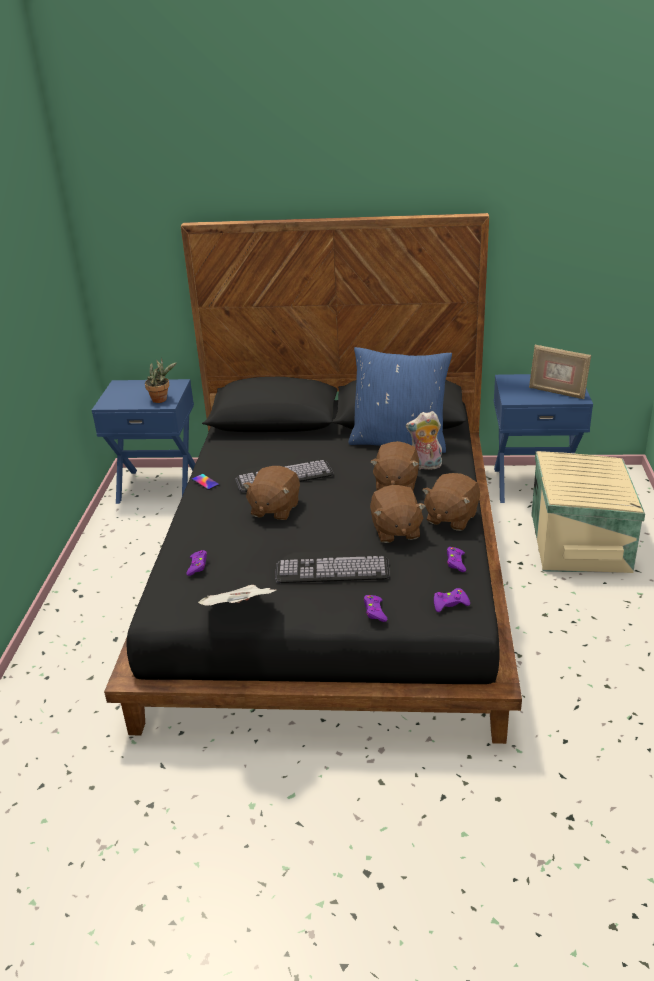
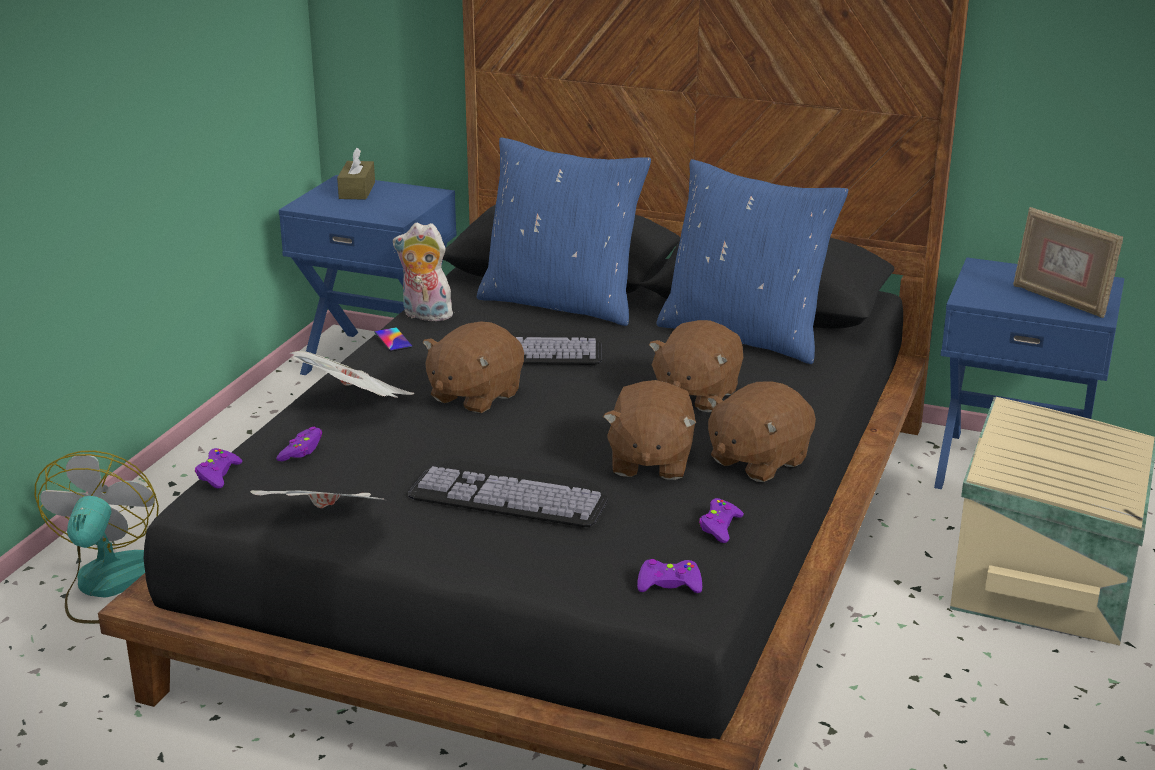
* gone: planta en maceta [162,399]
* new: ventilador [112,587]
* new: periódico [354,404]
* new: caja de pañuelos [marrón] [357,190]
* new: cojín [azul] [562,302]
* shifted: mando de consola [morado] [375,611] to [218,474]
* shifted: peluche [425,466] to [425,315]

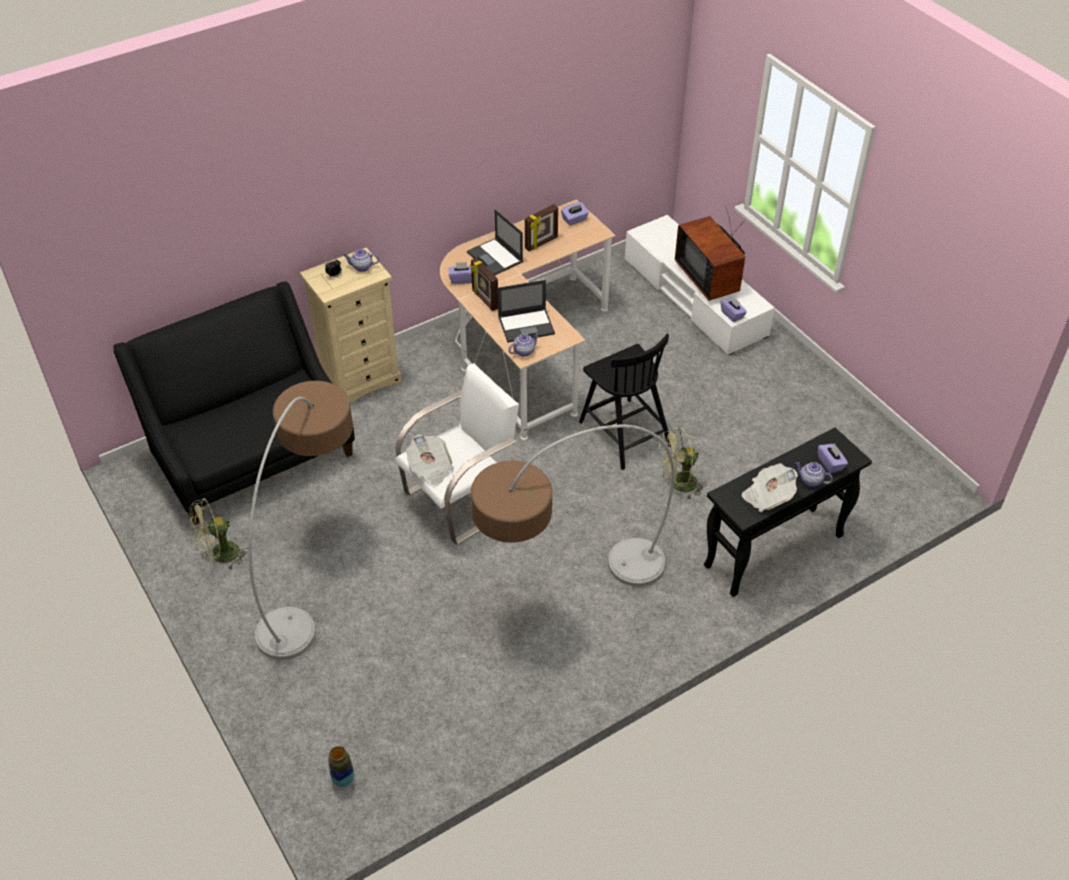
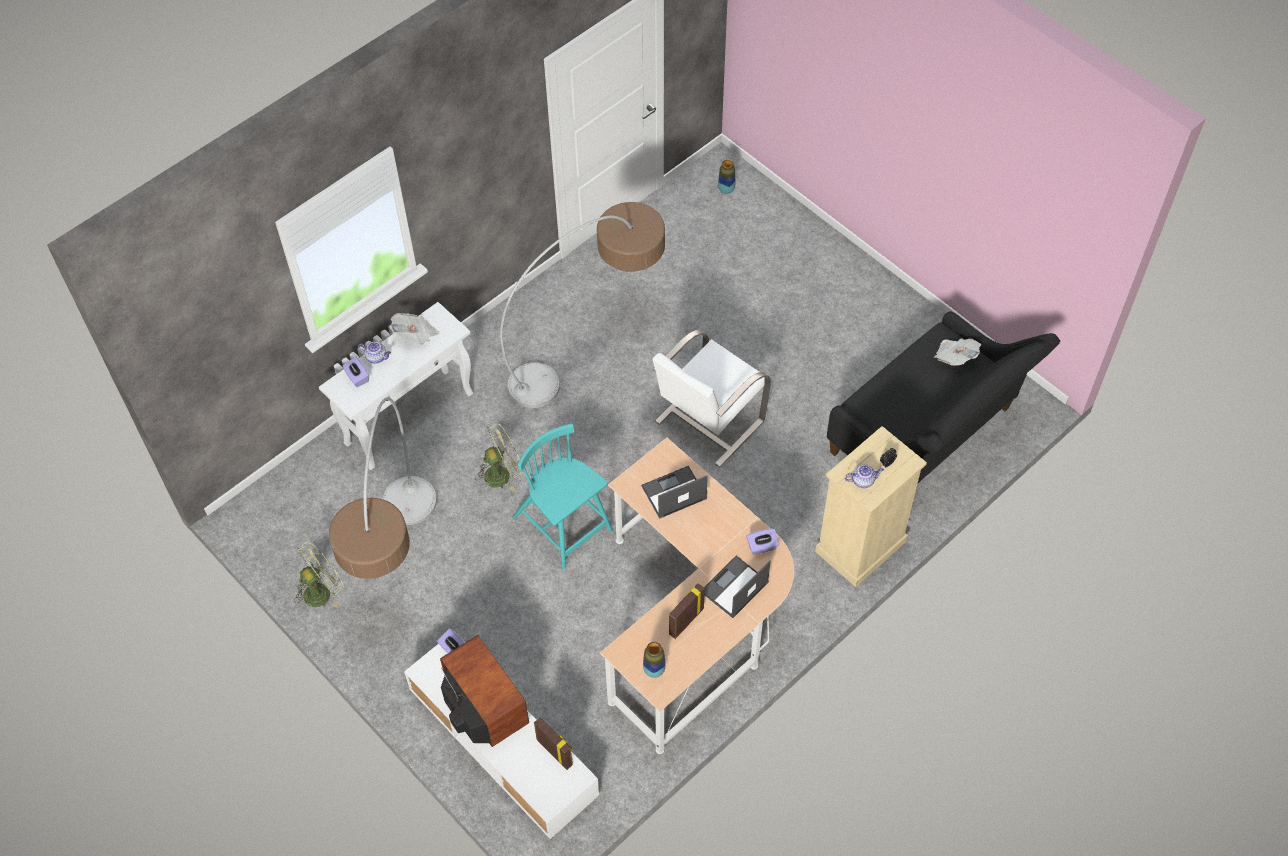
* gone: tetera [524,351]
* shifted: ventilador [verde] [219,556] to [322,590]
* shifted: lámpara de pie [314,570] to [400,568]
* shifted: periódico [430,468] to [955,357]
* shifted: portarretratos [484,300] to [555,752]
* swapped: caja de pañuelos [morado] [574,220] to florero [654,670]
* repainted: silla [negro] [624,433] to silla [turquesa] [563,525]
* repainted: mesa consola [negro] [773,552] to mesa consola [blanco] [410,418]
* rotated: portátil [495,257] = [734,588] 90 degrees counterclockwise

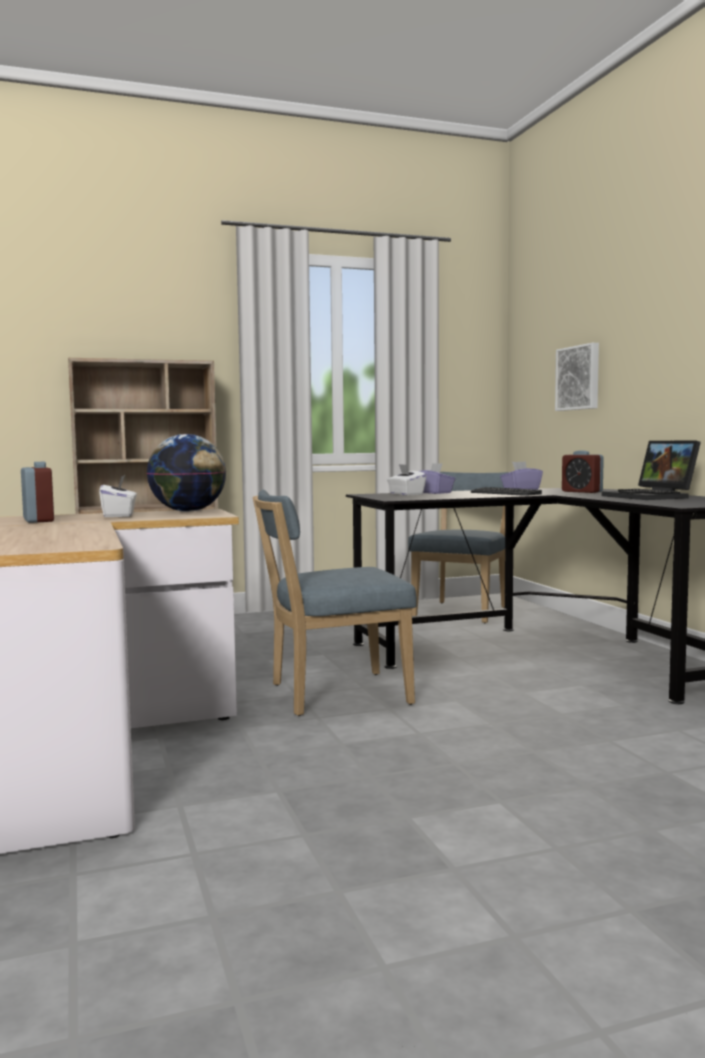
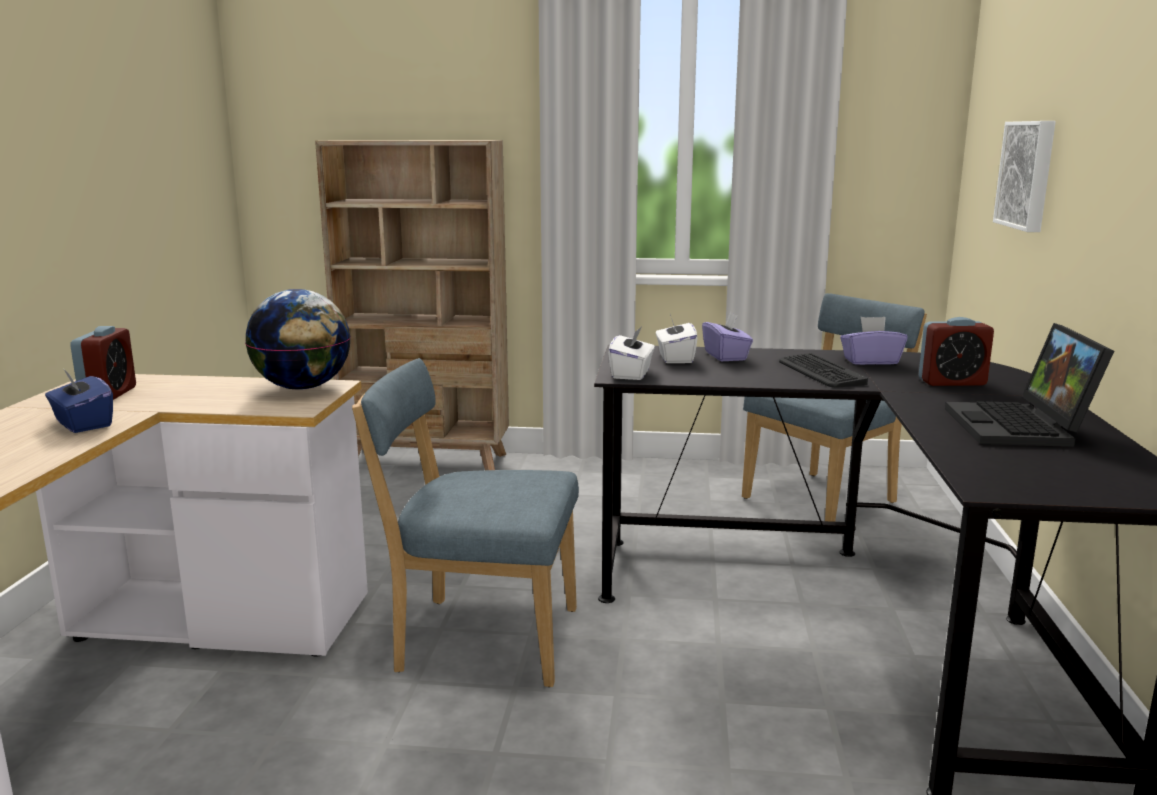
* new: caja de pañuelos [azul] [82,424]
* shifted: caja de pañuelos [blanco] [119,515] to [631,374]
* rotated: despertador [582,491] = [952,382] 75 degrees counterclockwise

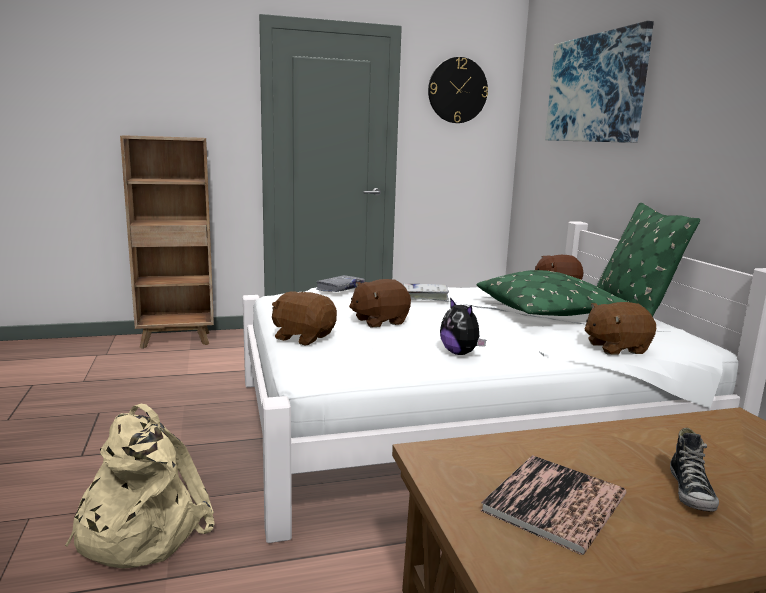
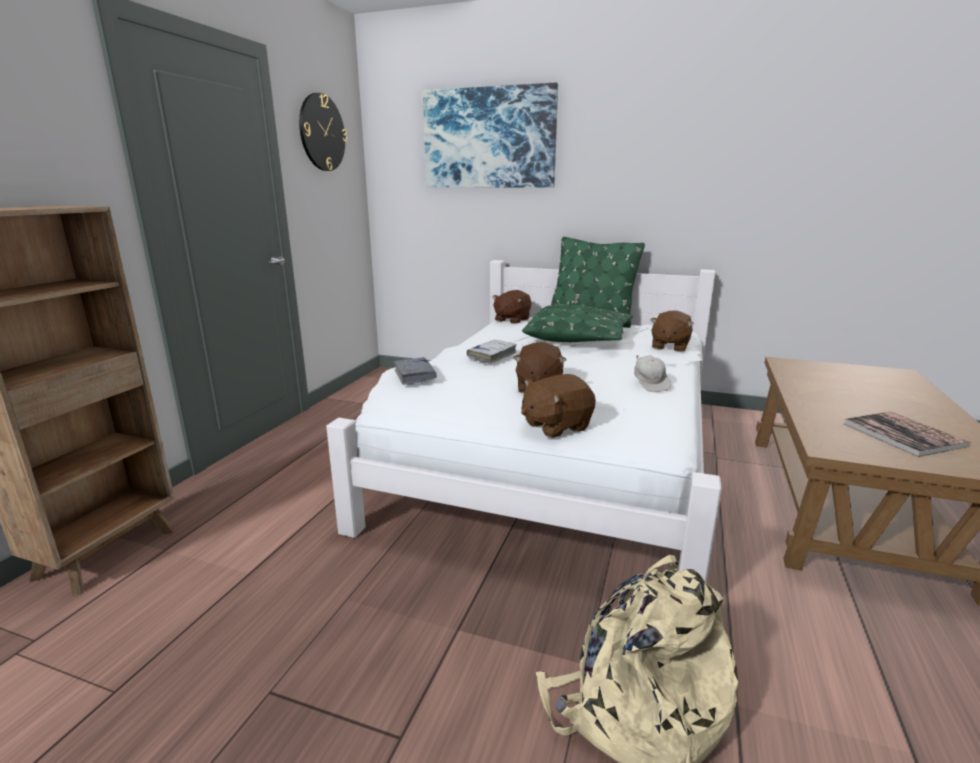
* gone: zapato [691,492]
* swapped: peluche [460,353] to gorra [blanco] [650,384]

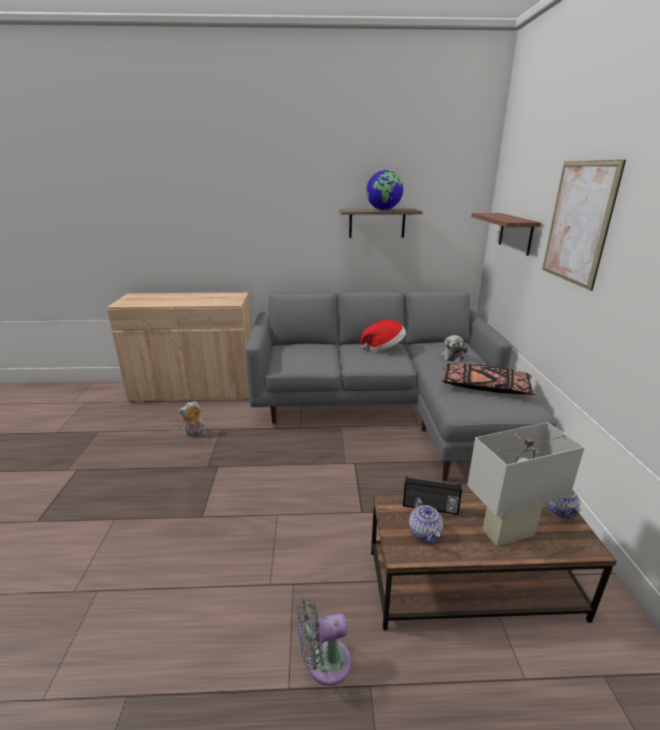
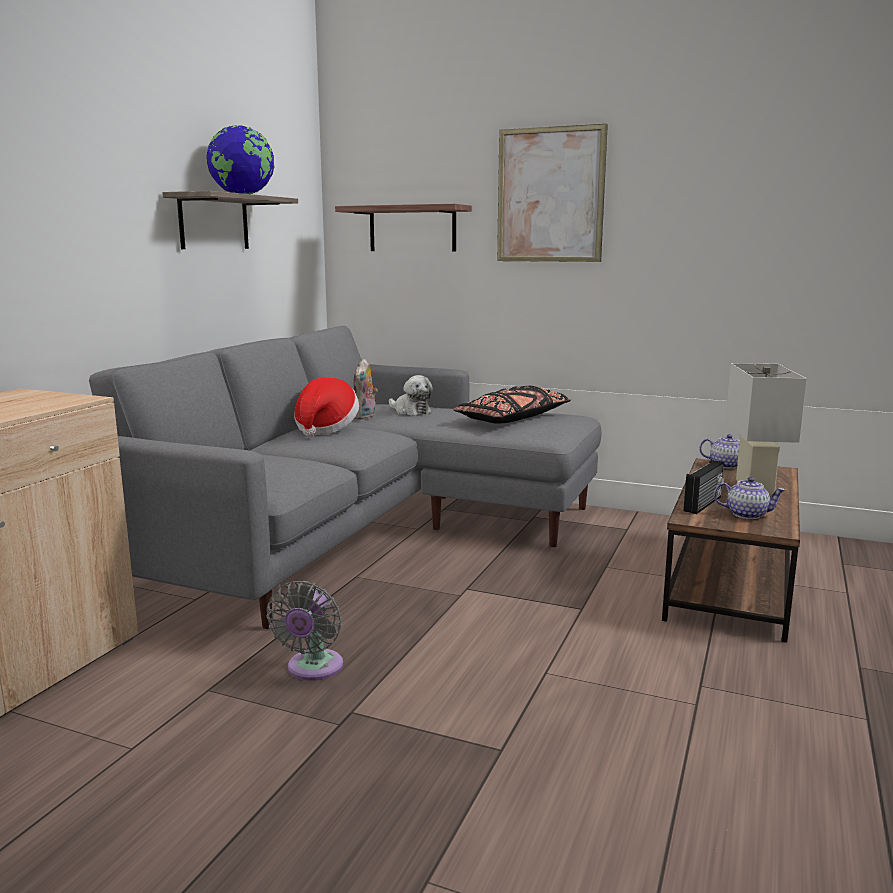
* shifted: peluche [195,435] to [365,417]
* shifted: ventilador [gris] [323,663] to [313,669]

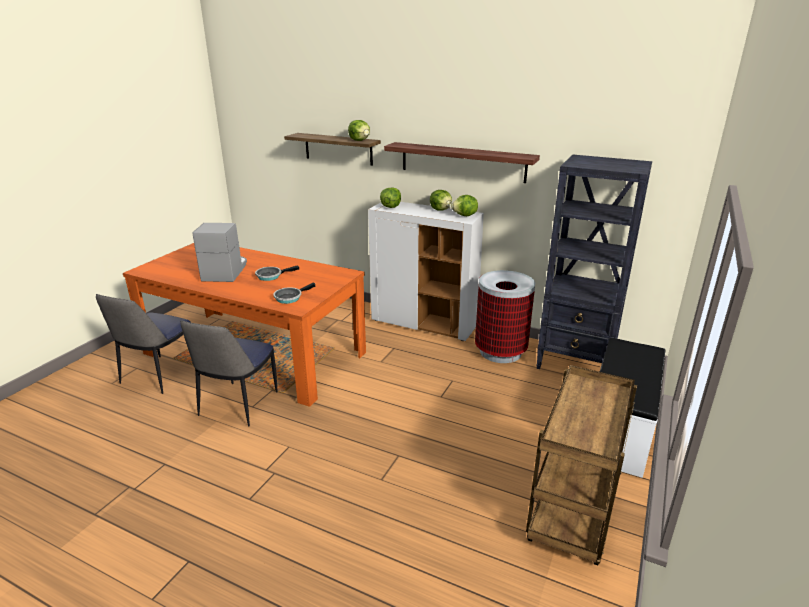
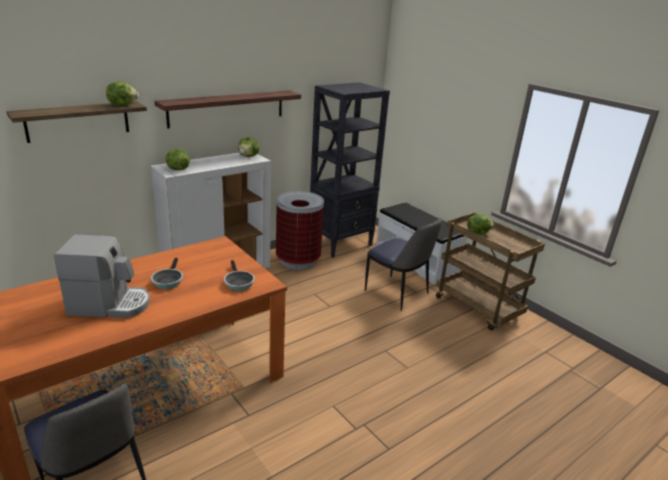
* shifted: silla [237,405] to [397,293]
* shifted: lechuga [441,210] to [477,233]
* rotated: cafetera [225,271] = [110,304] 150 degrees clockwise

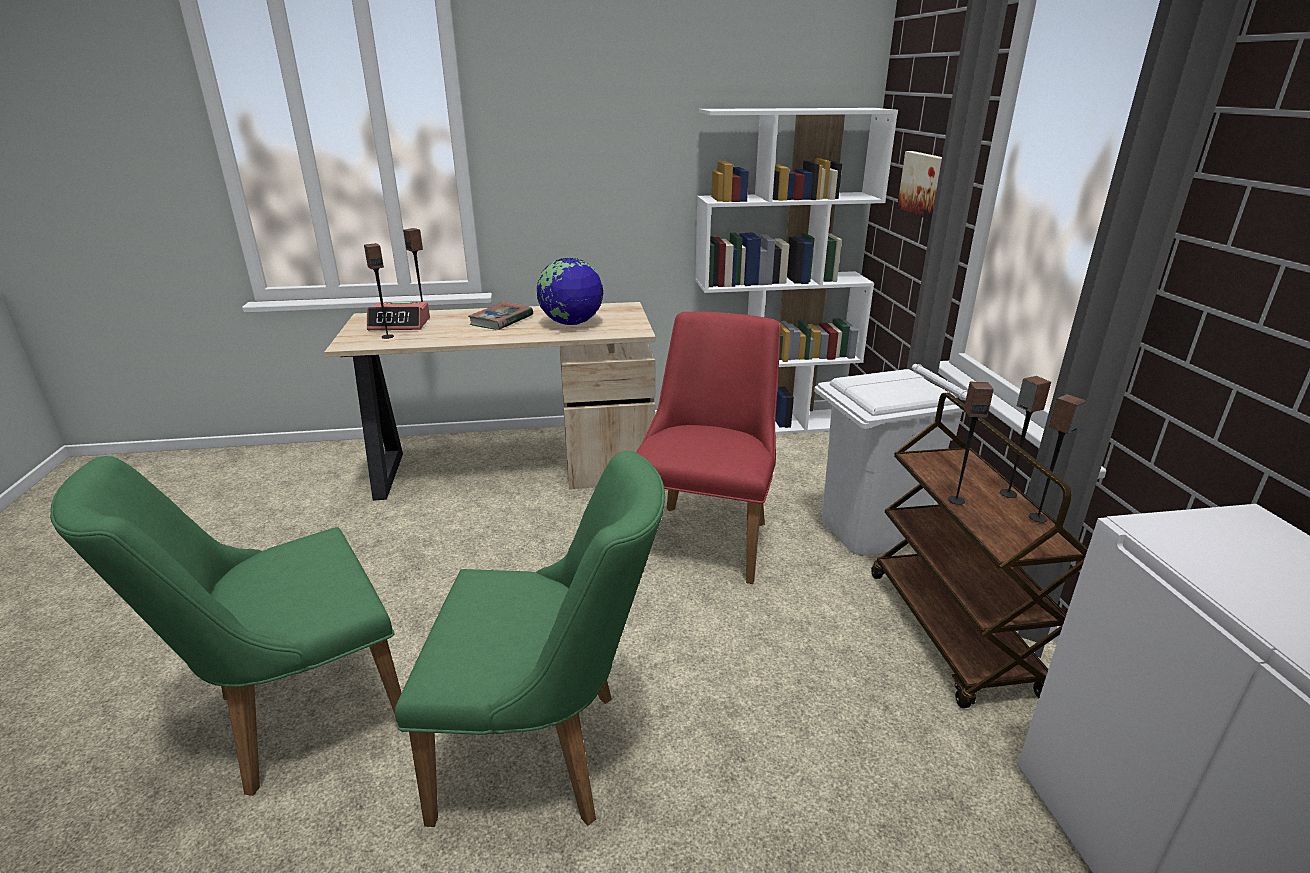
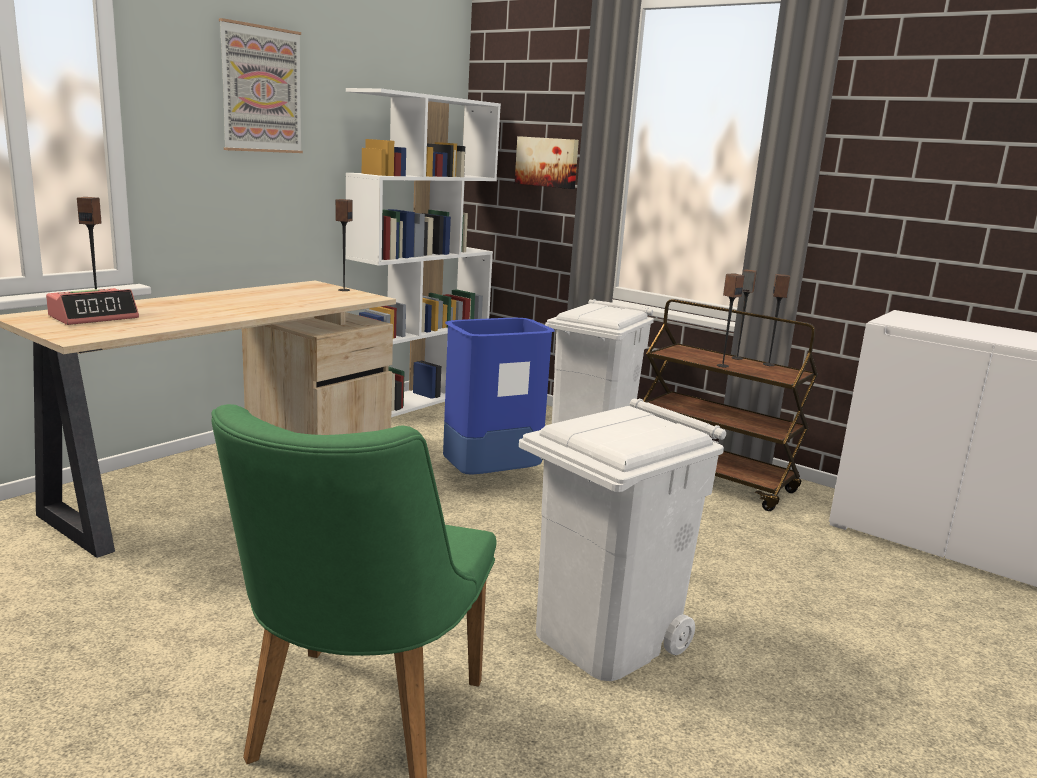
* gone: libro [501,320]
* gone: globo terráqueo [571,323]
* new: cuadro [261,89]
* shifted: altavoz [387,336] to [343,290]
* swapped: silla [verde] [548,752] to papelera [blanco] [605,638]
* swapped: silla [rojo] [707,534] to papelera [azul] [490,478]

